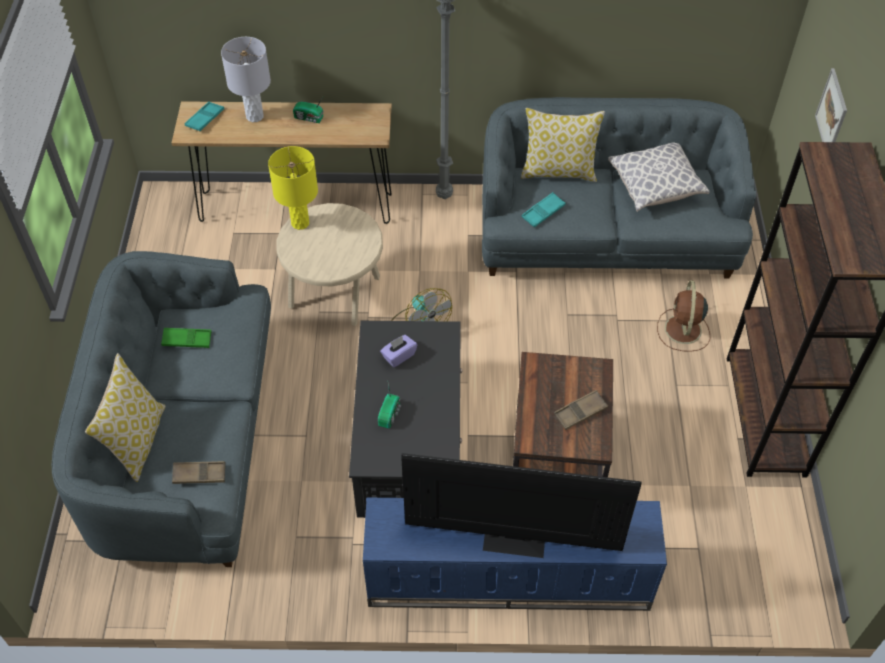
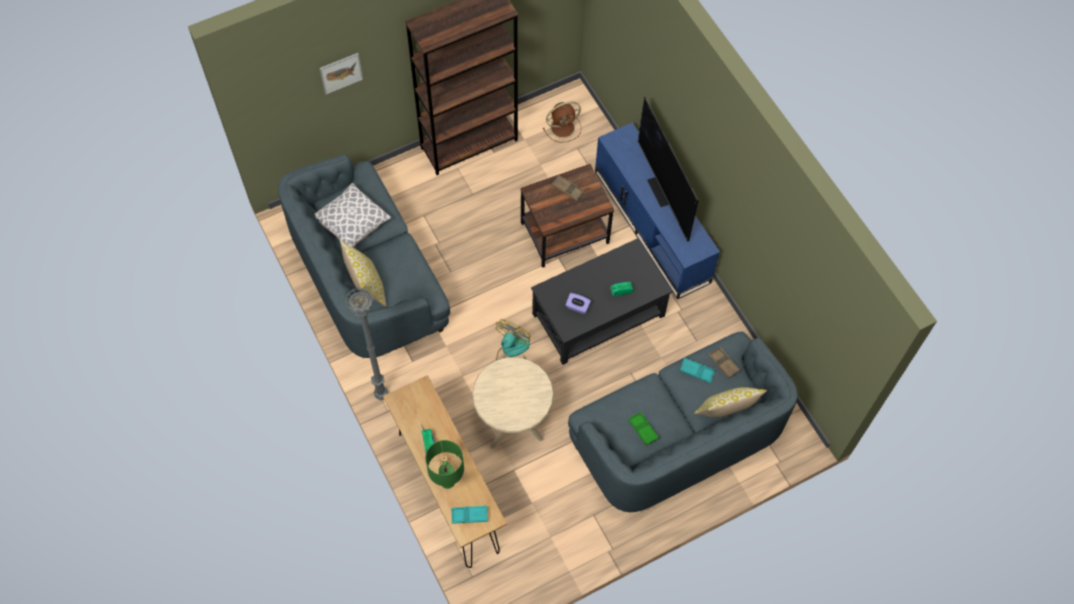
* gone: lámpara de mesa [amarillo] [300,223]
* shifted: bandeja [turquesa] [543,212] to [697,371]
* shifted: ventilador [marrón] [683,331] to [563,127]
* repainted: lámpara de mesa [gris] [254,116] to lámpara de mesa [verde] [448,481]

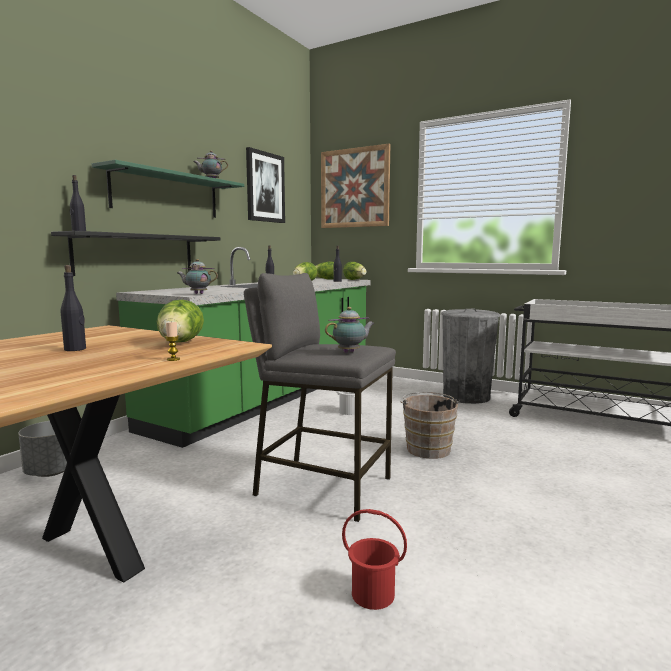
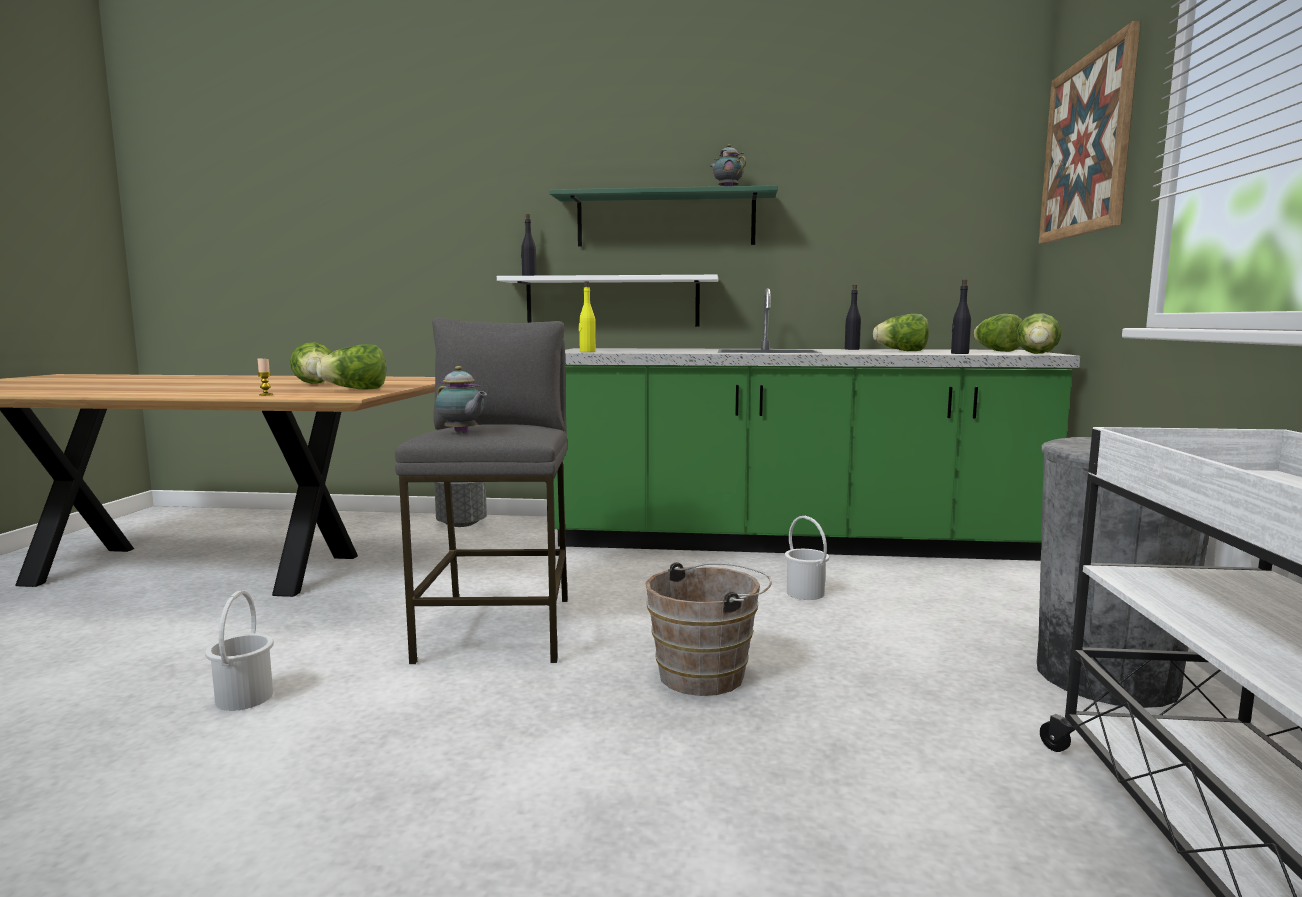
* gone: cuadro [265,187]
* swapped: botella [negro] [75,349] to lechuga [316,384]
* swapped: tetera [197,293] to botella [amarillo] [587,352]
* repainted: estante [negro] [136,254] to estante [blanco] [612,302]
* repainted: cubo [rojo] [373,595] to cubo [blanco] [243,698]

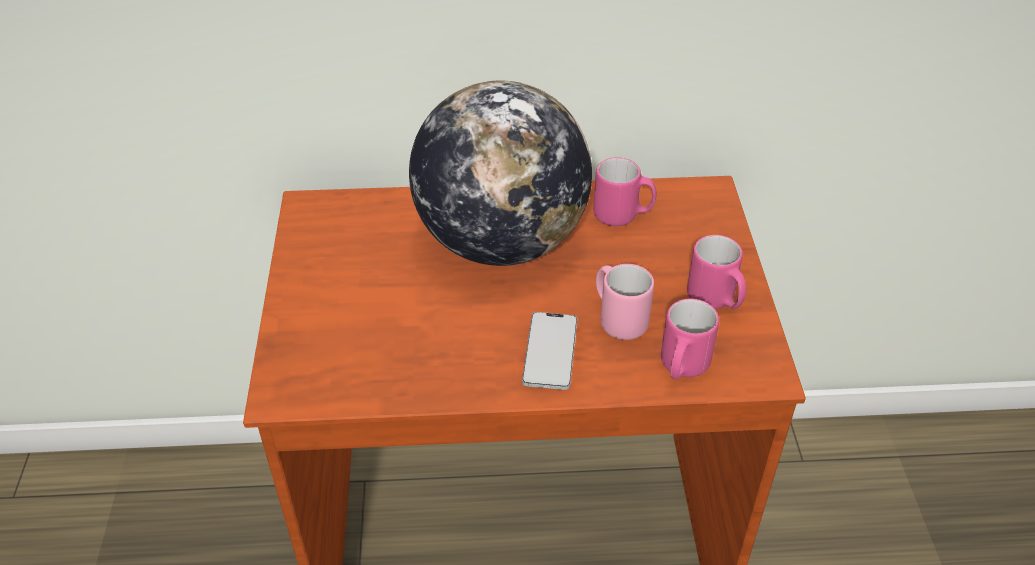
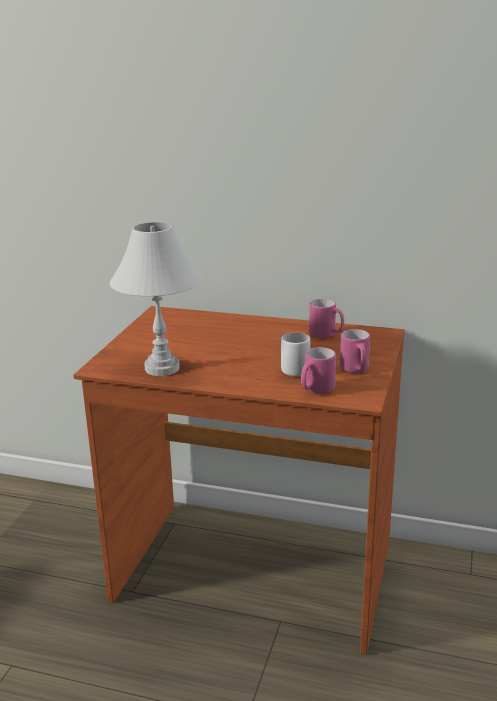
* gone: globo terráqueo [501,242]
* gone: móvil [550,352]
* new: lámpara de mesa [blanco] [161,368]
* repainted: taza grande [rosa] [618,319] to taza grande [blanco] [293,369]

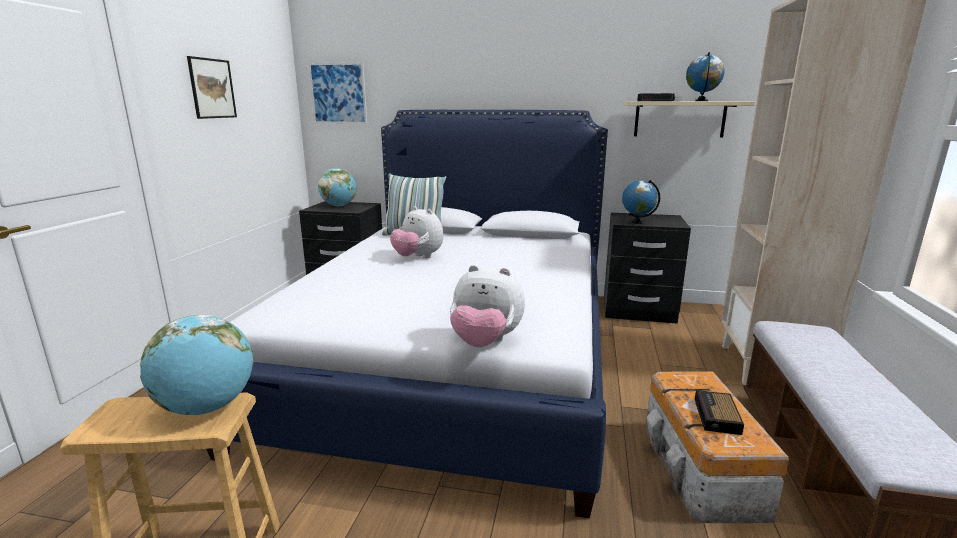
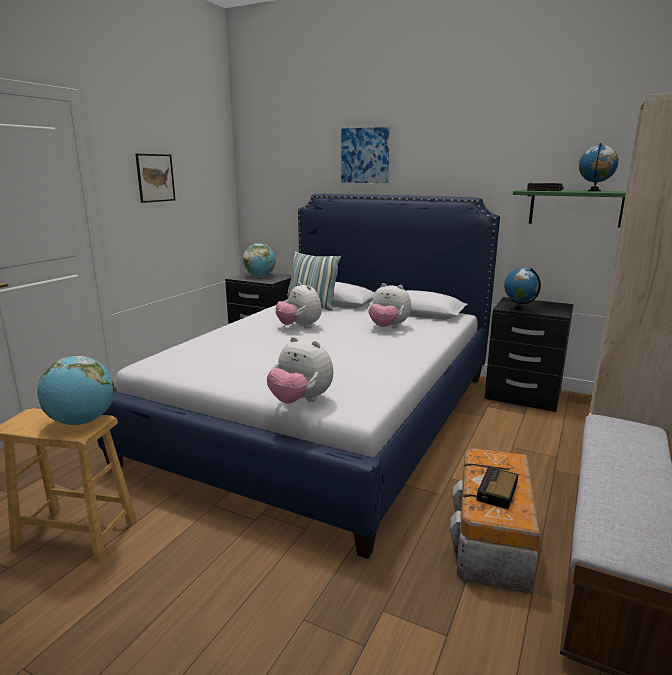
* new: peluche [388,327]
* shifted: cuadro [338,93] to [365,155]
* repainted: estante [beis] [679,119] to estante [verde] [575,208]

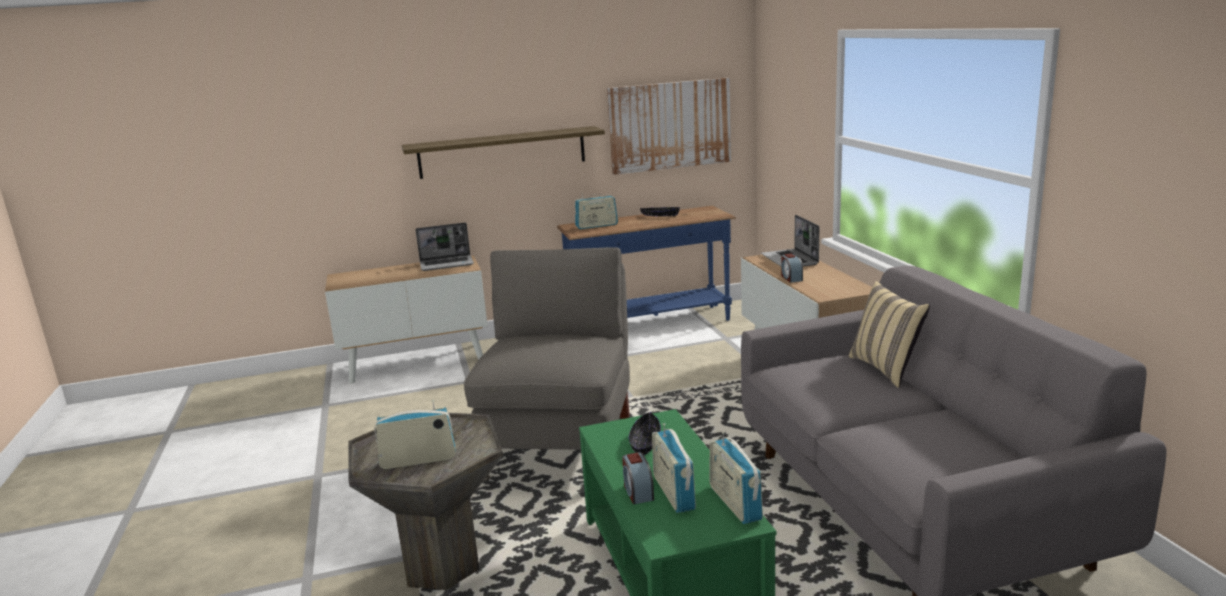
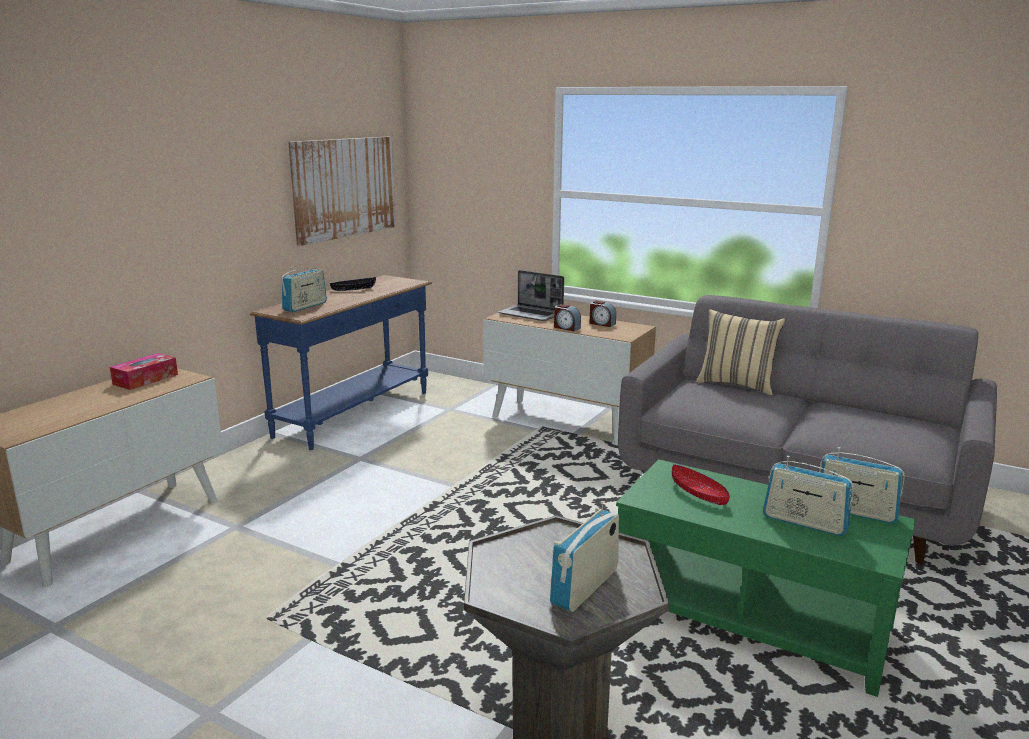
* gone: estante [502,152]
* gone: sillón [gris] [561,446]
* shifted: despertador [638,492] to [602,323]
* swapped: portátil [447,264] to caja de pañuelos [145,379]
* repainted: cuenco [negro] [645,443] to cuenco [rojo] [699,494]

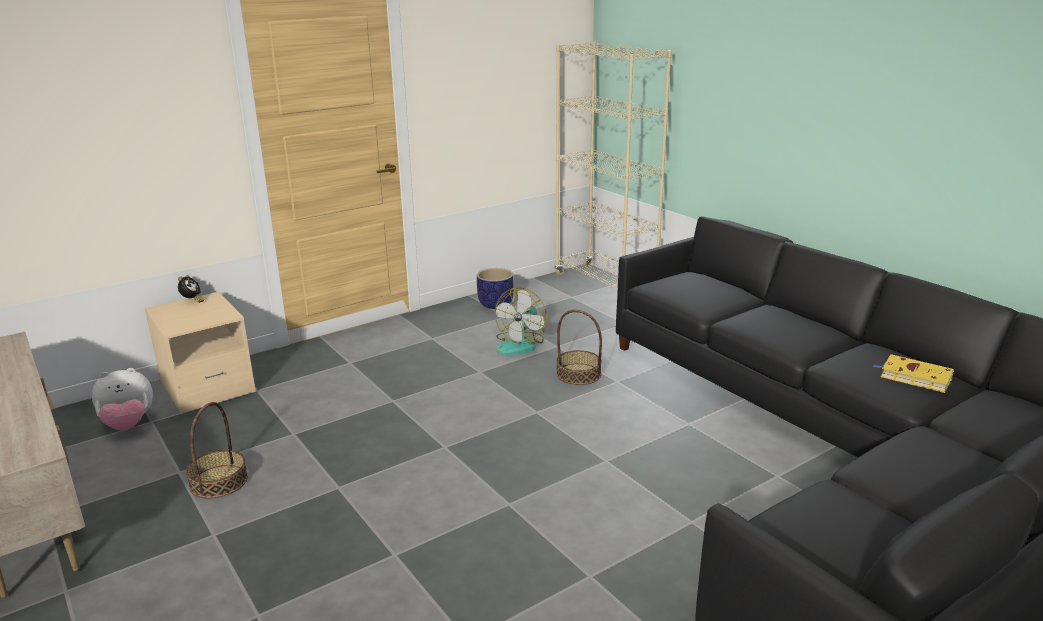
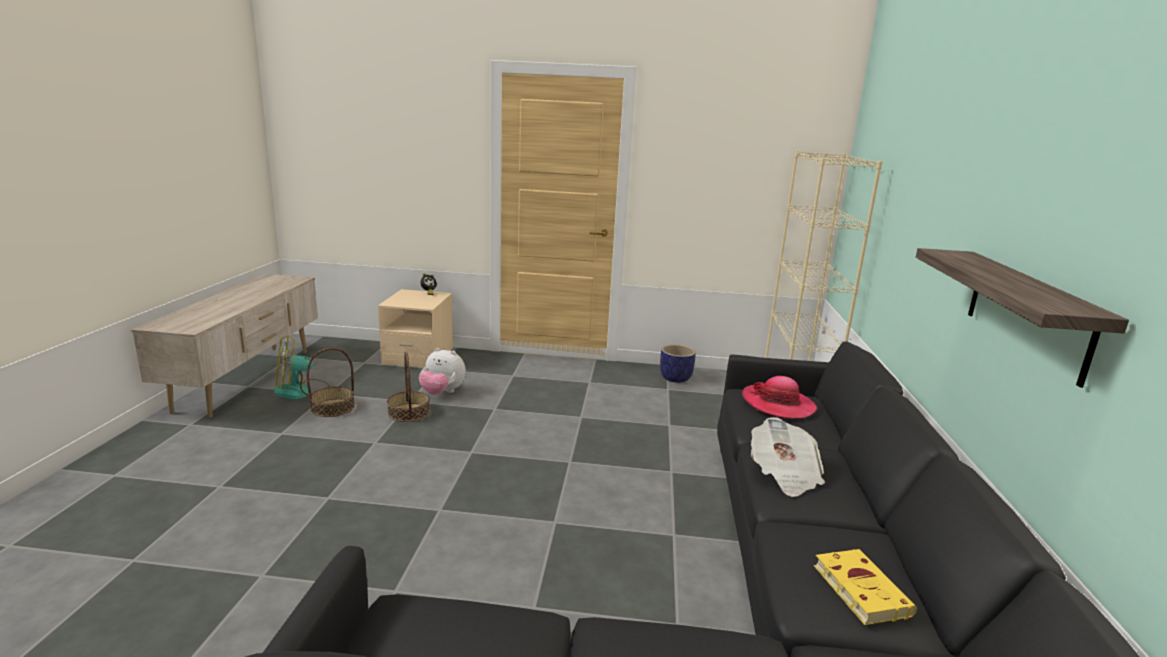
* new: sombrero [778,404]
* new: periódico [784,475]
* new: estante [1027,312]
* shifted: peluche [128,425] to [442,393]
* shifted: ventilador [521,344] to [302,392]
* shifted: cesta [578,374] to [409,412]

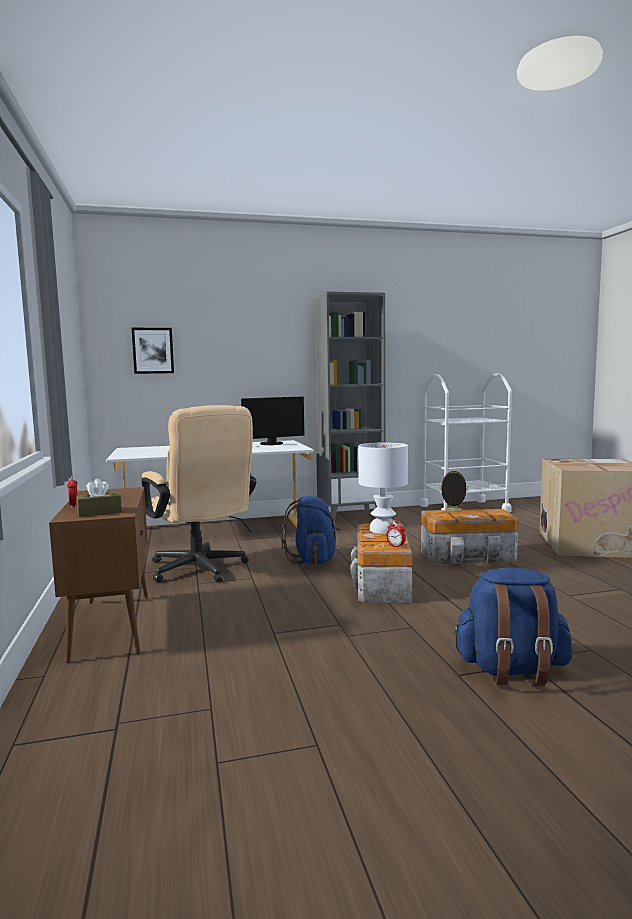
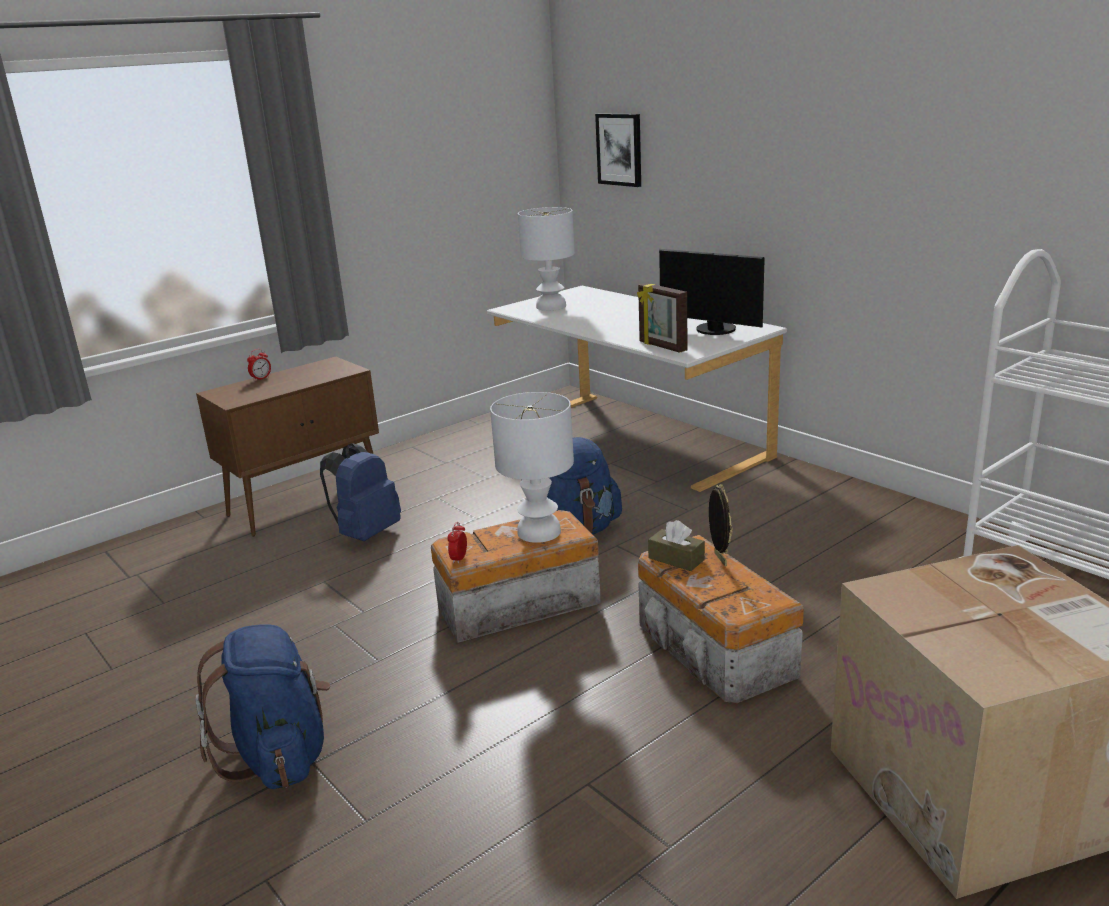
* gone: silla de oficina [beis] [201,570]
* gone: estantería [gris] [350,516]
* new: mochila [azul] [366,533]
* new: lámpara de mesa [blanco] [550,307]
* new: portarretratos [662,347]
* shifted: caja de pañuelos [marrón] [99,512] to [676,559]

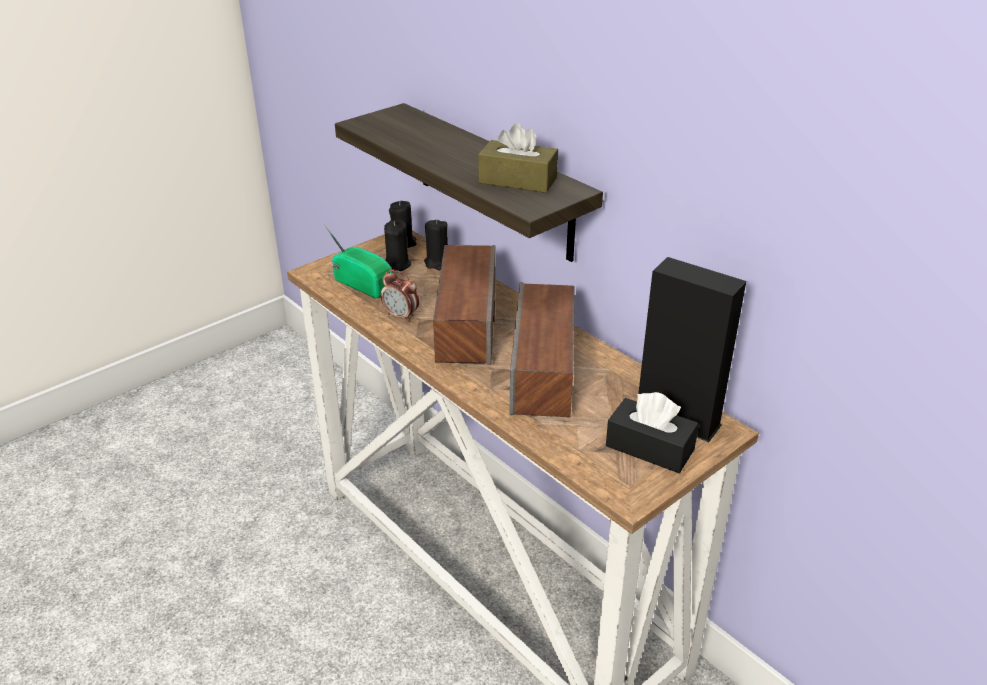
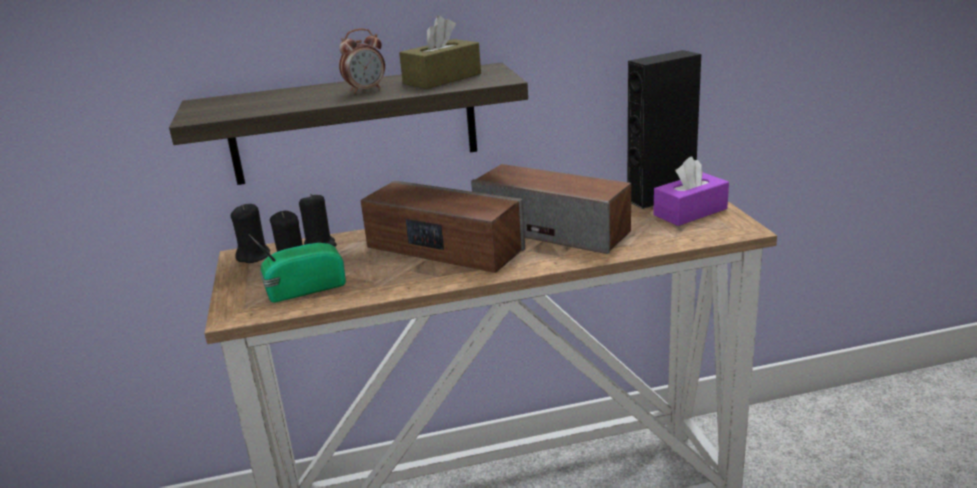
* shifted: despertador [401,316] to [366,90]
* repainted: caja de pañuelos [negro] [649,447] to caja de pañuelos [morado] [690,212]

